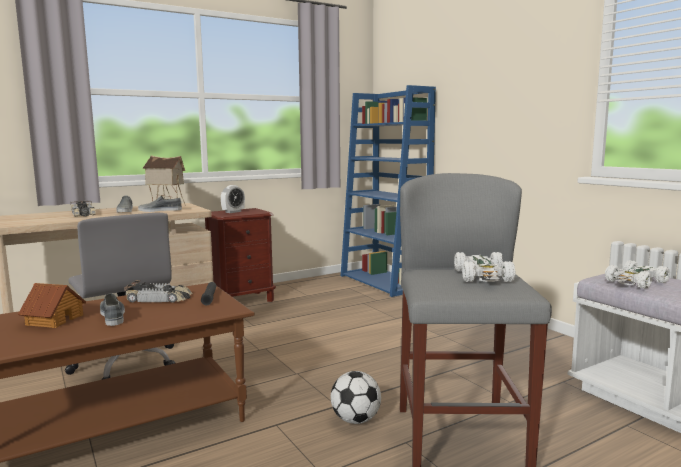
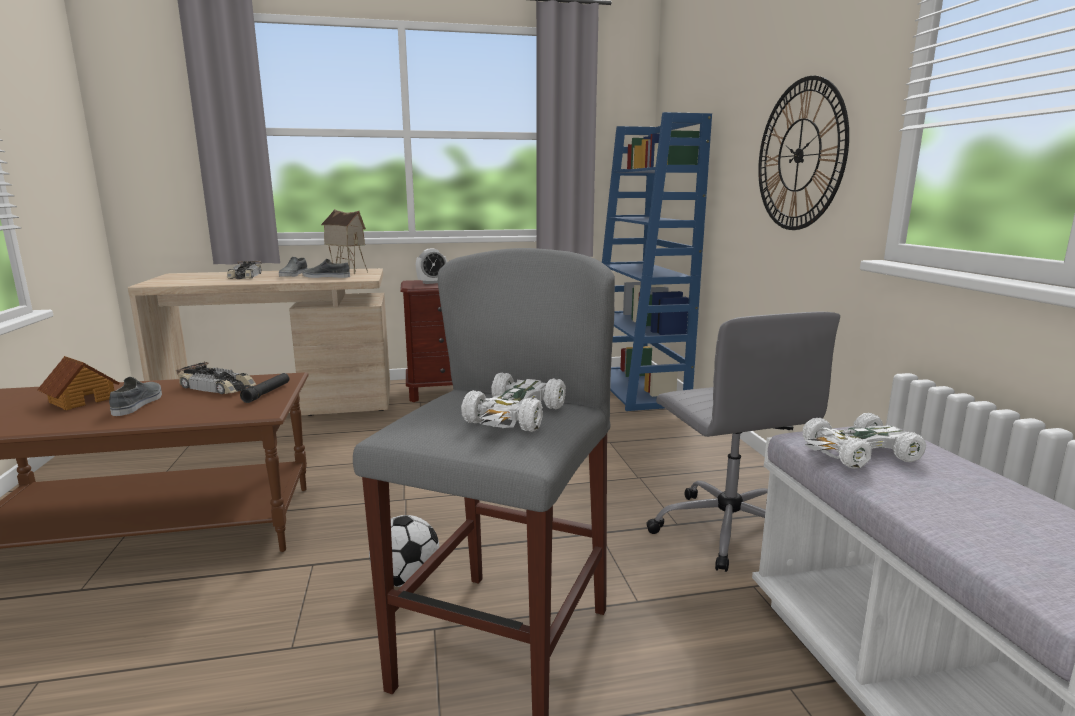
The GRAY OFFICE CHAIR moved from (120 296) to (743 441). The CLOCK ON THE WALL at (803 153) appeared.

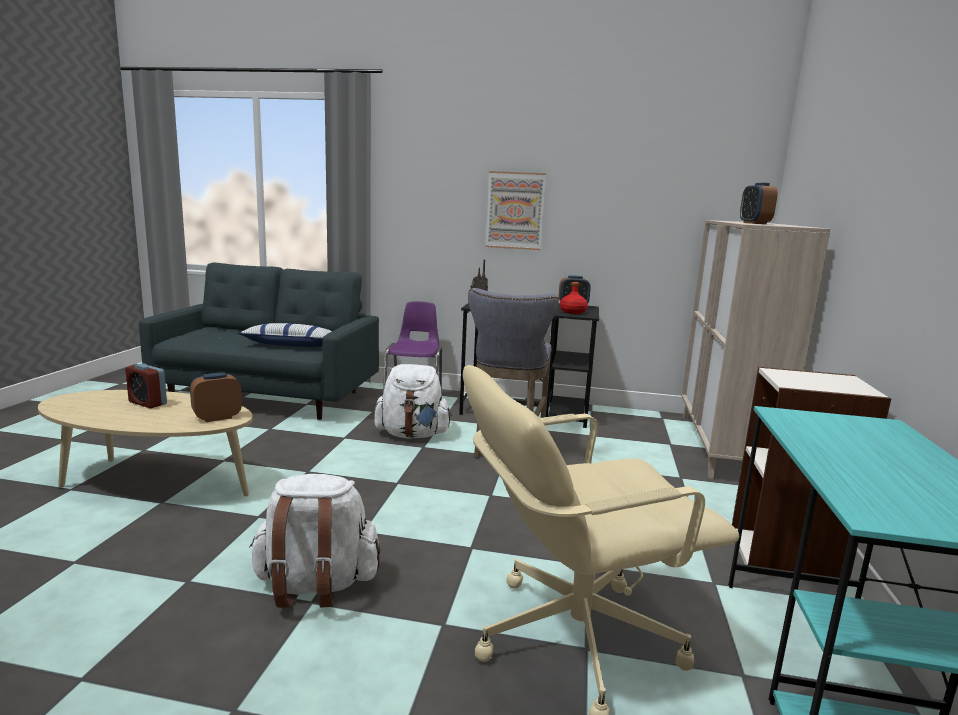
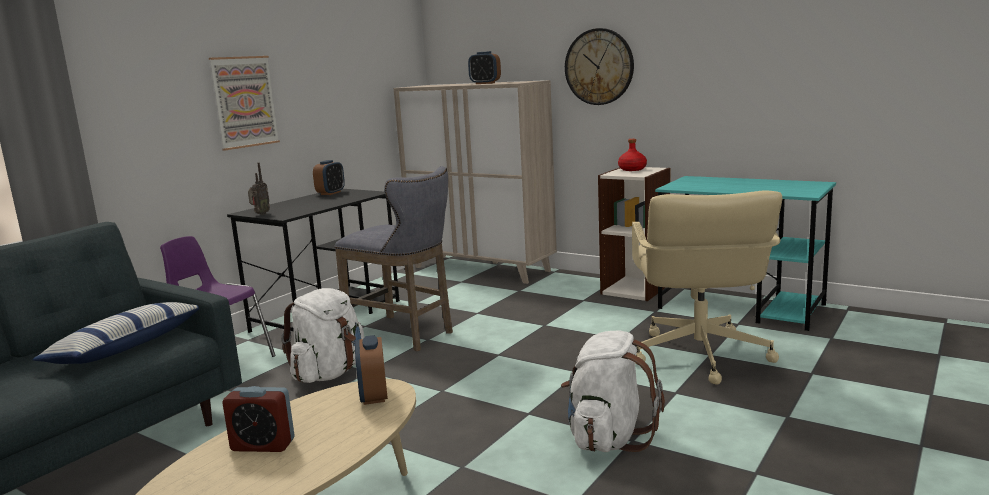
The ALARM CLOCK at (146 385) turned 45 degrees clockwise. The REDDISH BEVERAGE BOTTLE moved from (574 298) to (632 155). The CLOCK ON THE WALL at (599 66) appeared.

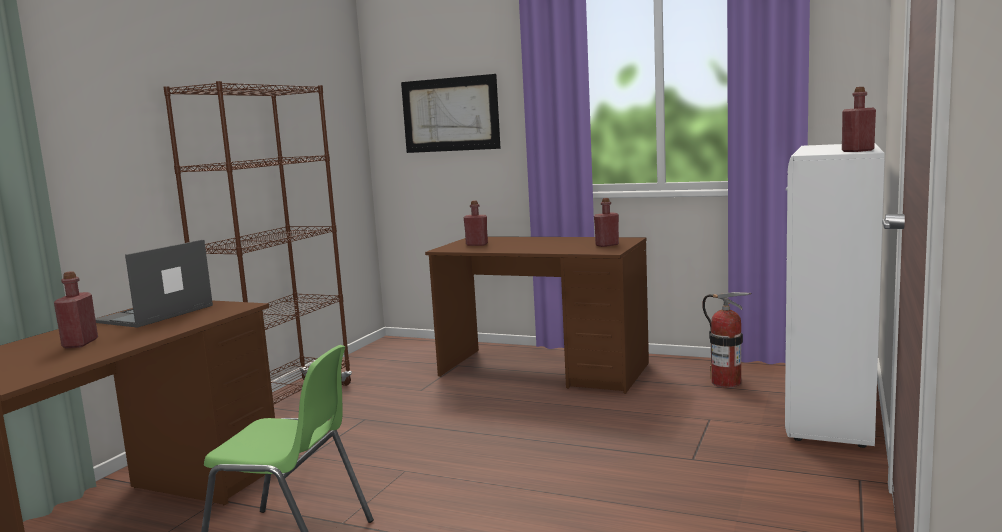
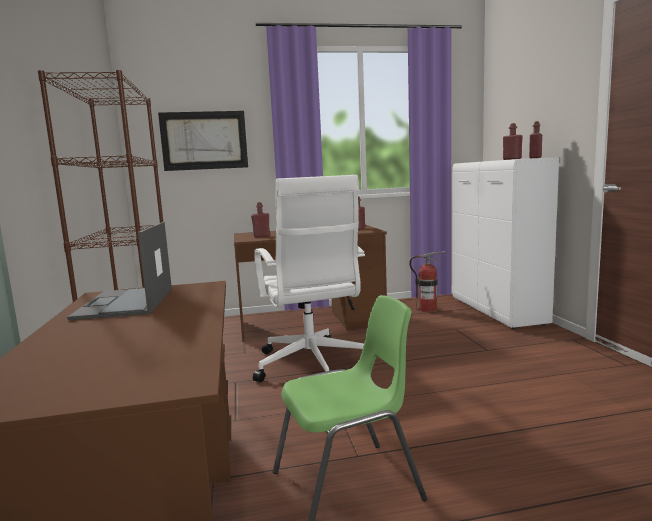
The REDDISH BEVERAGE BOTTLE moved from (76 309) to (513 141). The WHITISH OFFICE CHAIR at (309 278) appeared.

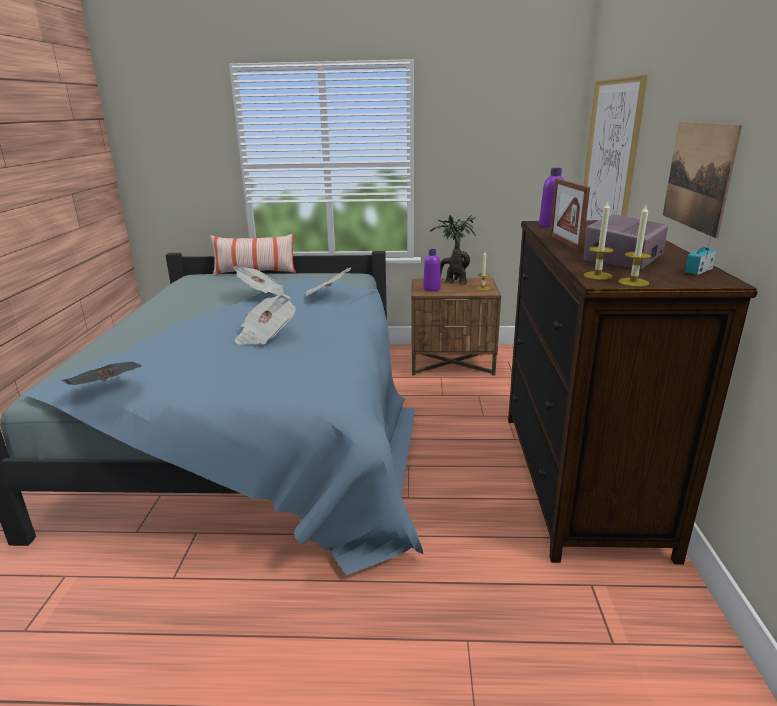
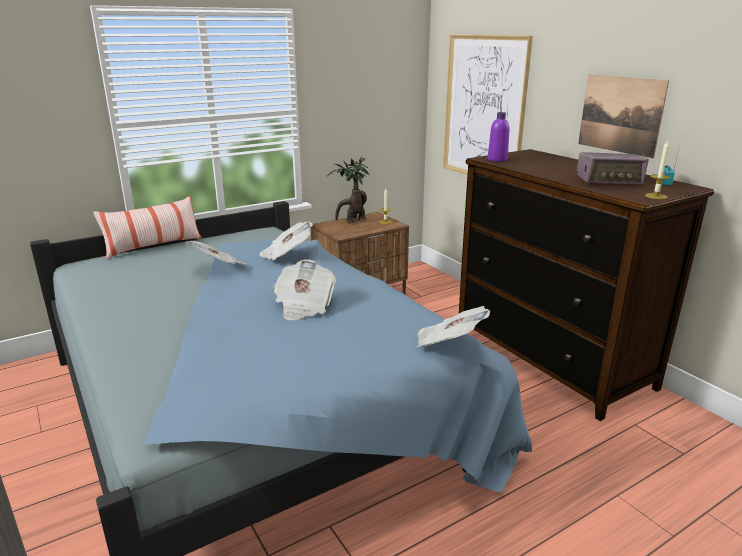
The DAILY PAPER moved from (101 373) to (453 326). The PURPLISH BEVERAGE BOTTLE at (432 270) disappeared. The PICTURE FRAME at (570 214) disappeared. The WAX LIGHT at (598 240) disappeared. The RADIO RECEIVER at (626 242) turned 90 degrees counterclockwise.

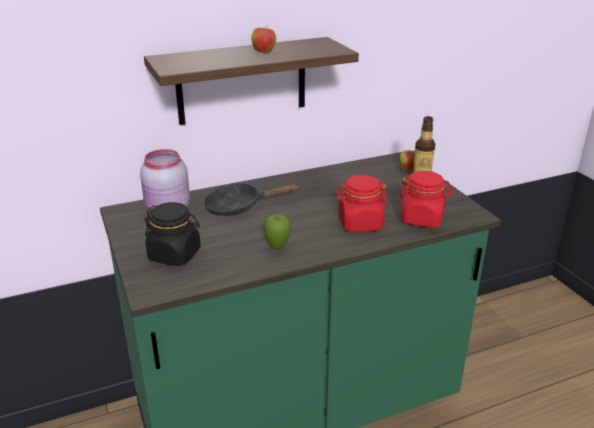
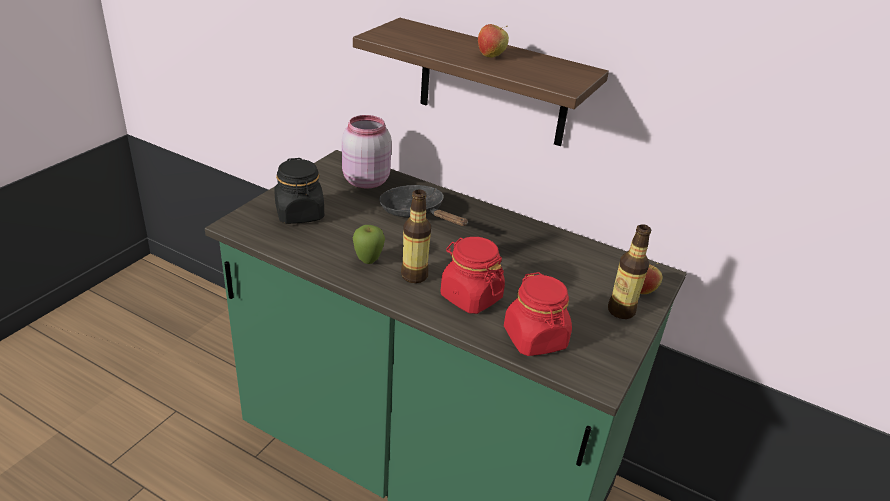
The BEVERAGE BOTTLE at (416 236) appeared.

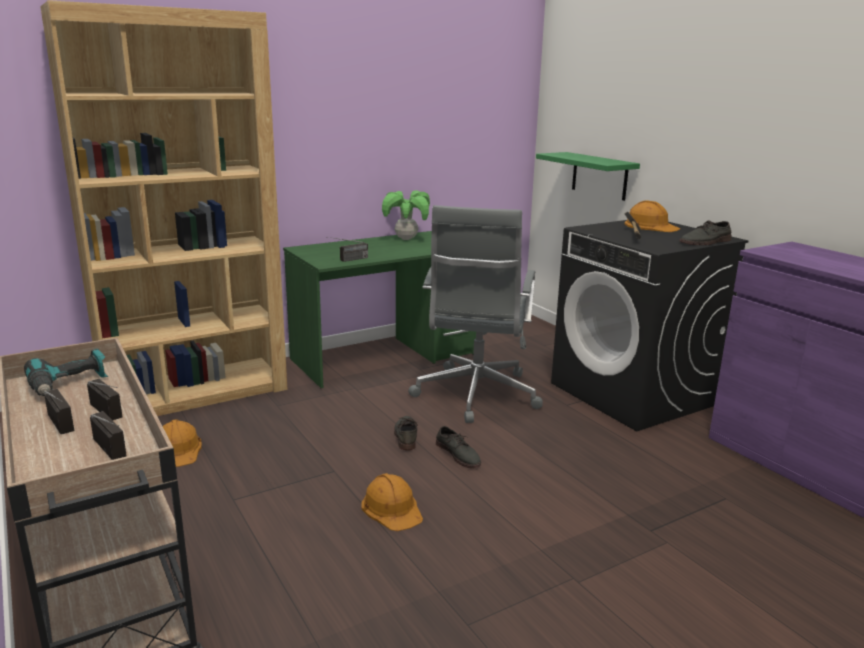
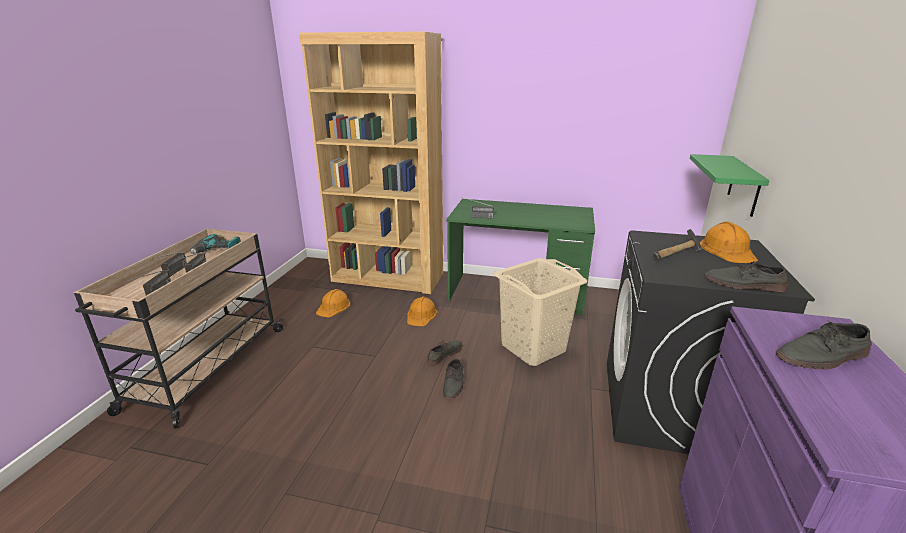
The ORANGE-COLOURED SAFETY HELMET moved from (392 502) to (422 311). The PLANT IN A POT at (406 215) disappeared. The GRAY OFFICE CHAIR at (475 314) was replaced by the SAND-COLOURED HAMPER at (540 312). The GRAY SHOE at (824 345) appeared.

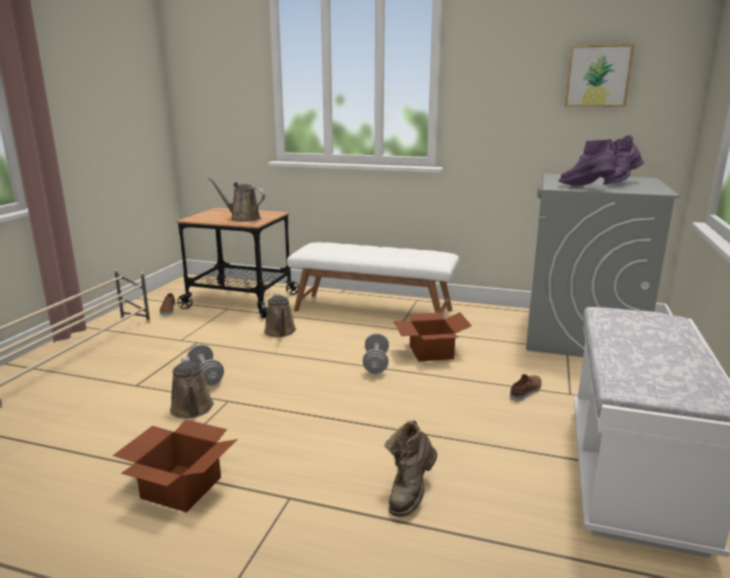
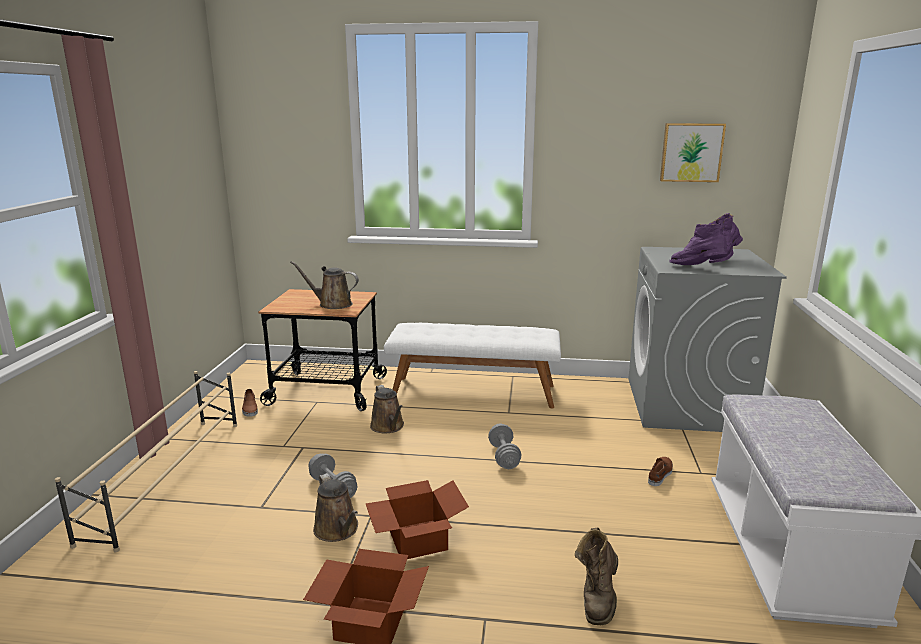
The CARDBOARD BOX moved from (432 337) to (417 519).

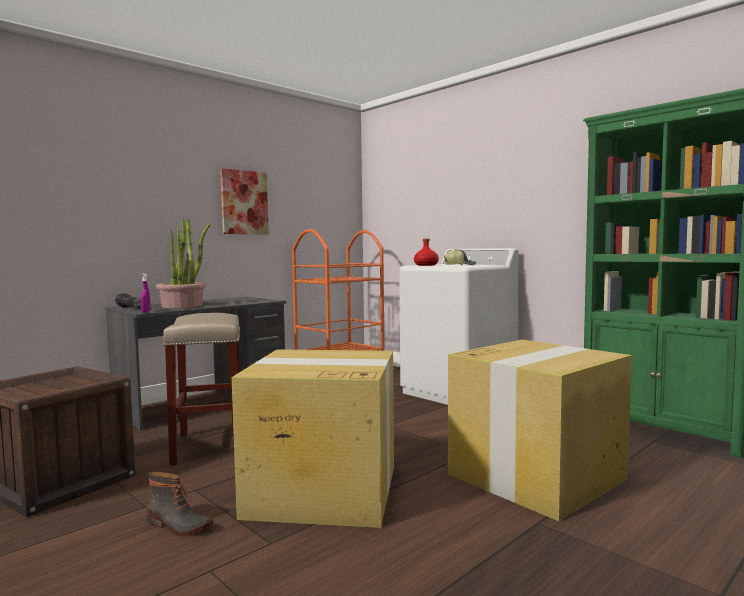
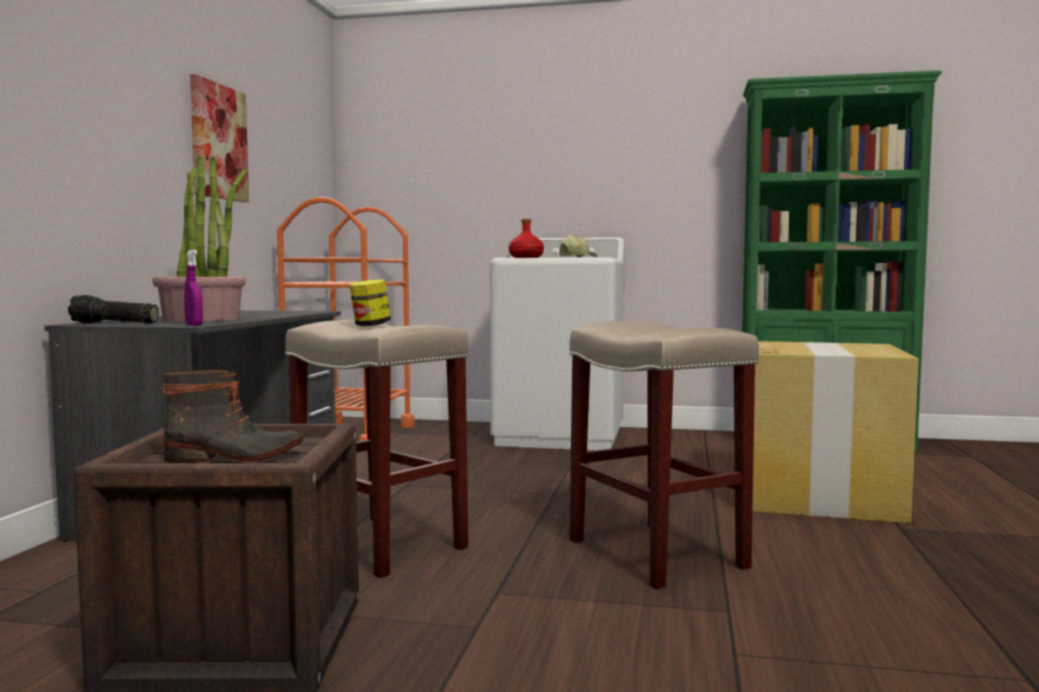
The TALL BOOT moved from (180 504) to (232 416). The CARDBOARD BOX at (313 438) was replaced by the SAND-COLOURED SITTING STOOL at (664 455). The STORAGE JAR at (370 302) appeared.

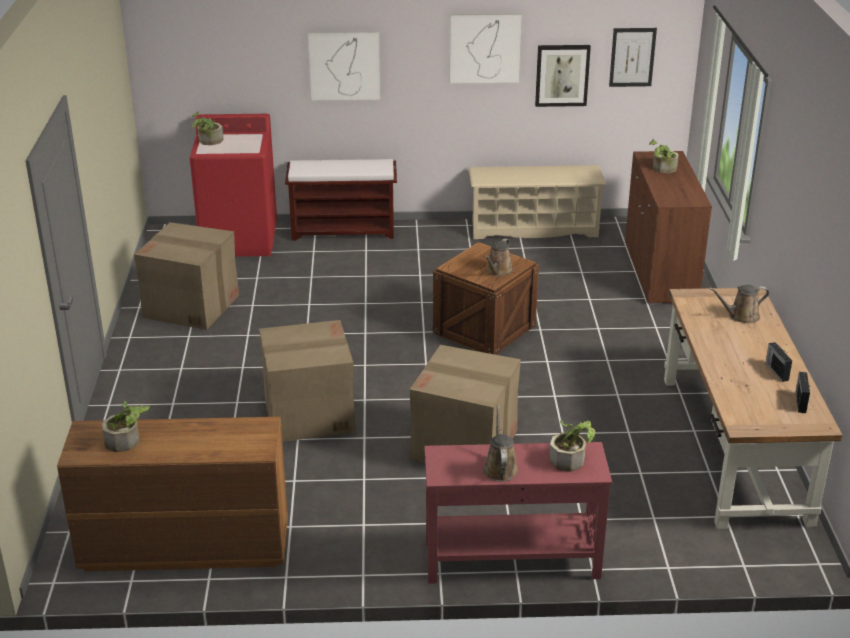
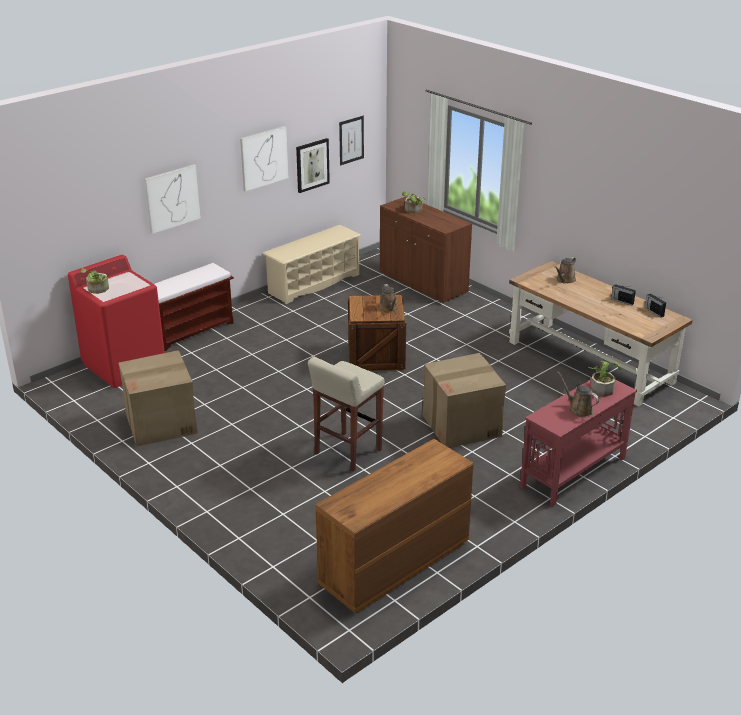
The PLANT IN A POT at (126 426) disappeared. The CARDBOARD BOX at (307 381) was replaced by the SAND-COLOURED SITTING STOOL at (346 414).

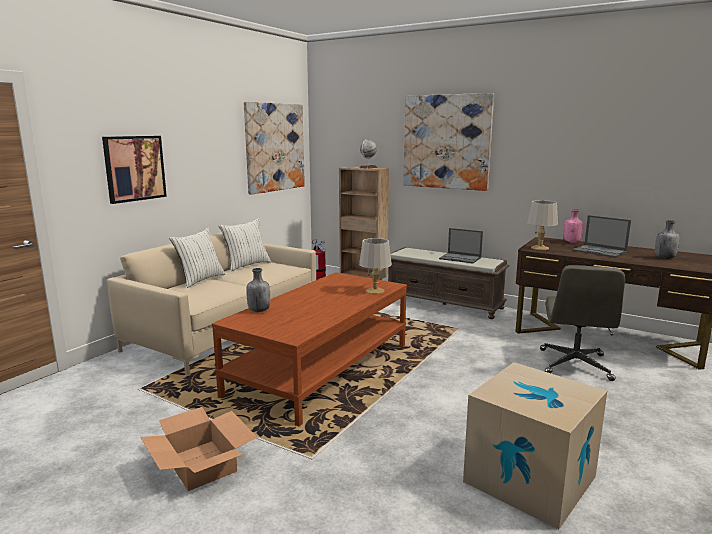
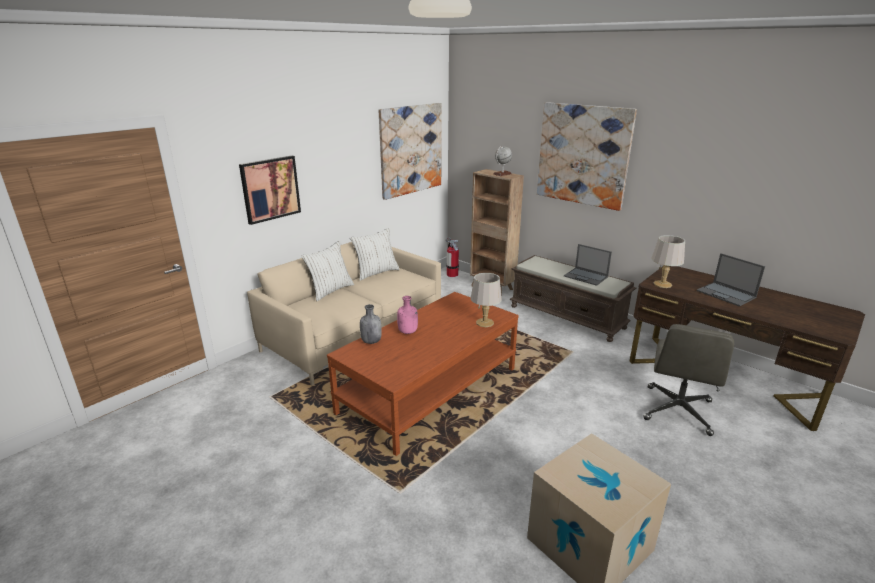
The CARDBOARD BOX at (199 449) disappeared. The PINK-COLOURED BEVERAGE BOTTLE moved from (573 226) to (407 315). The GRAY BEVERAGE BOTTLE at (667 239) disappeared.

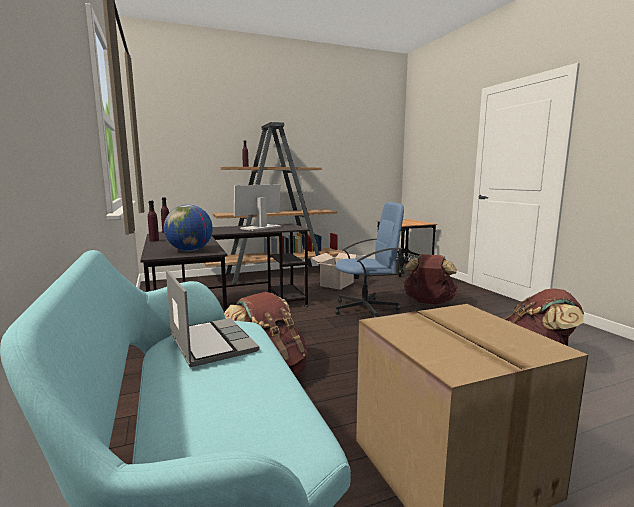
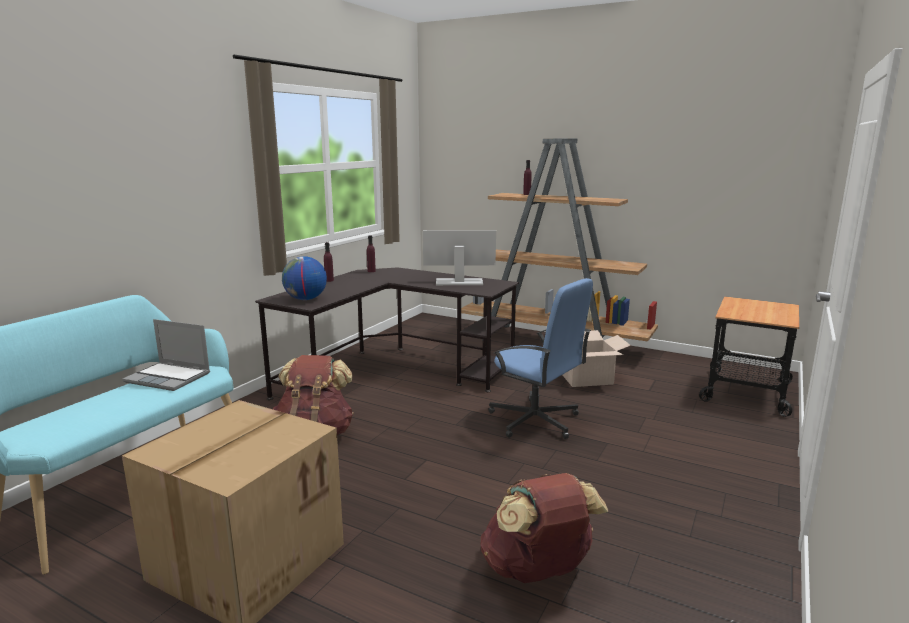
The LAPTOP at (213 318) turned 90 degrees clockwise. The BROWN-COLOURED BACKPACK at (430 279) disappeared.

